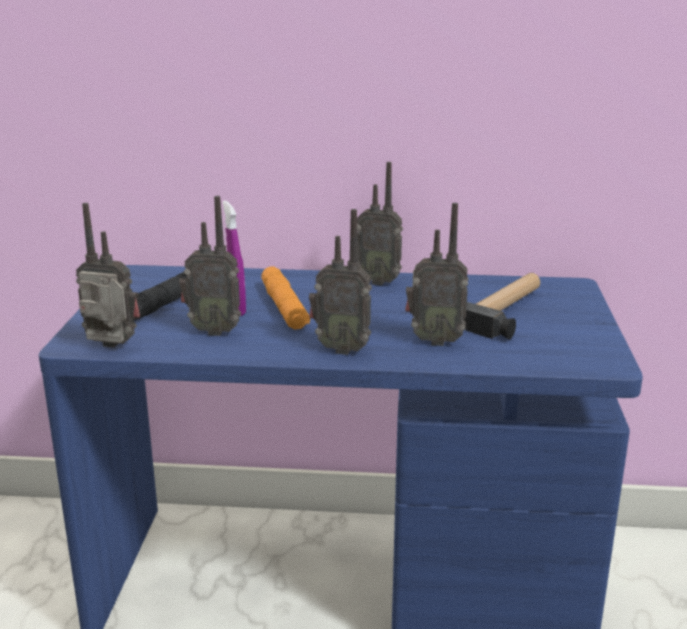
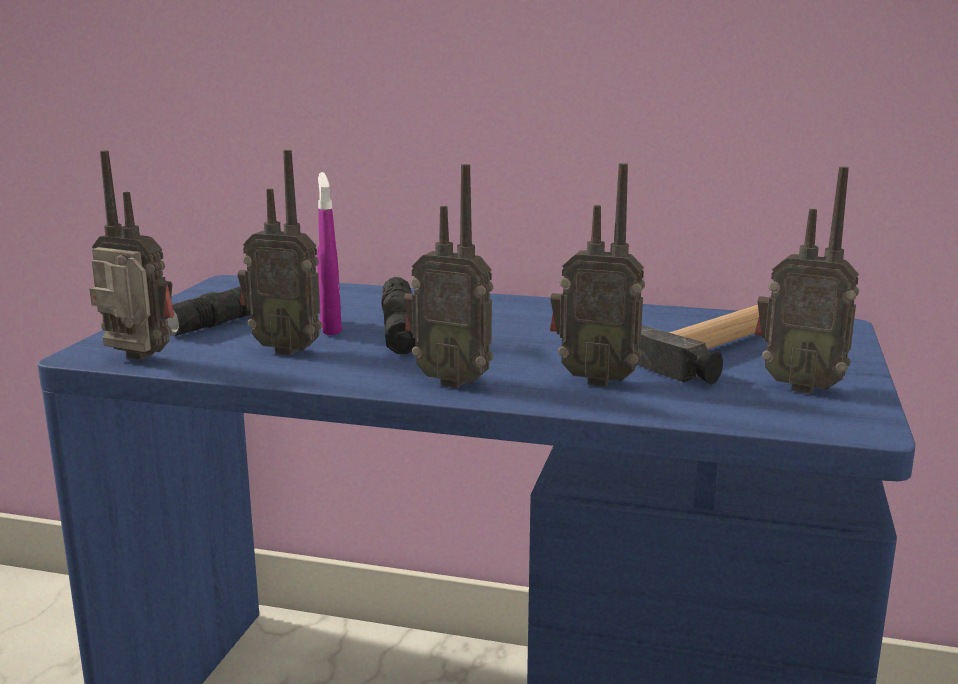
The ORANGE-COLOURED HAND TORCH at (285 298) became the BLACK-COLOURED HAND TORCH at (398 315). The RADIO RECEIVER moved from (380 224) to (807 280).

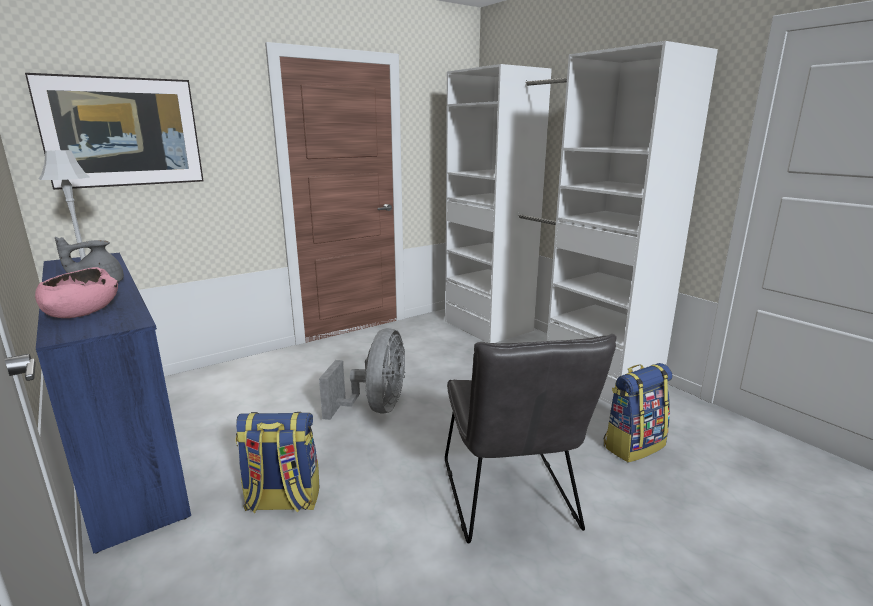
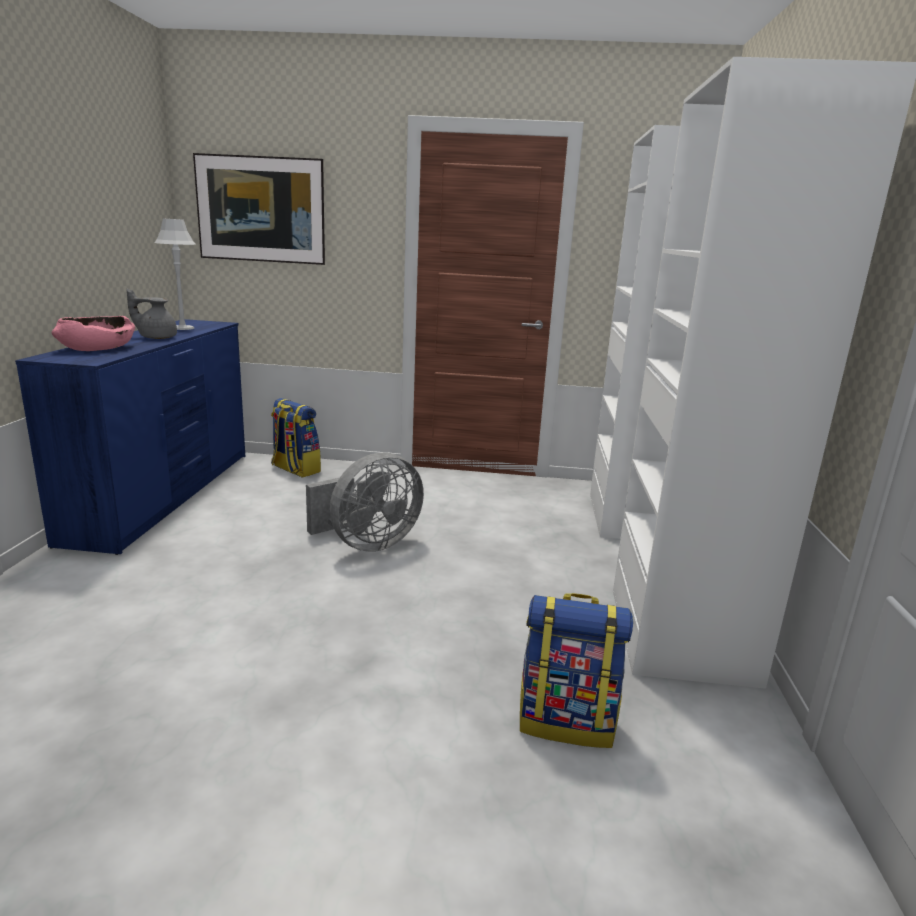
The BACKPACK moved from (277 462) to (296 437). The GRAY PLAIN CHAIR at (531 438) disappeared.

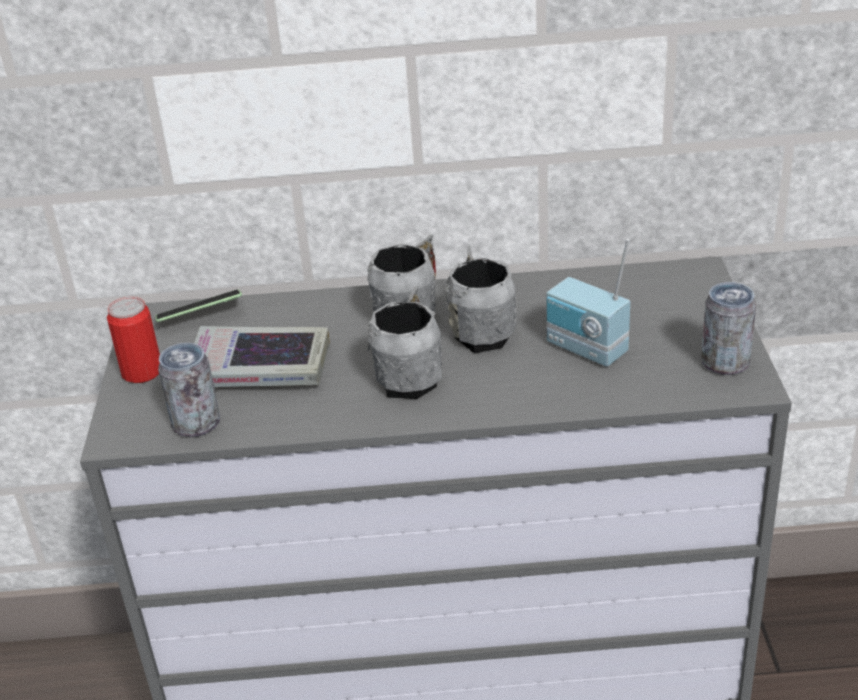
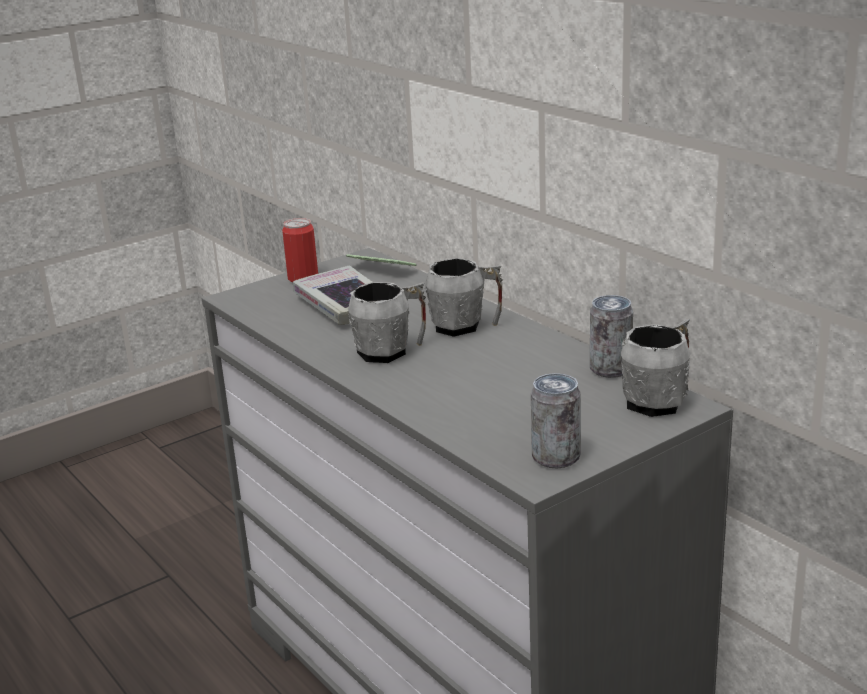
The METAL CAN moved from (189 390) to (611 336). The GRAY COFFEE MUG moved from (480 299) to (655 368). The RADIO RECEIVER at (588 303) disappeared.

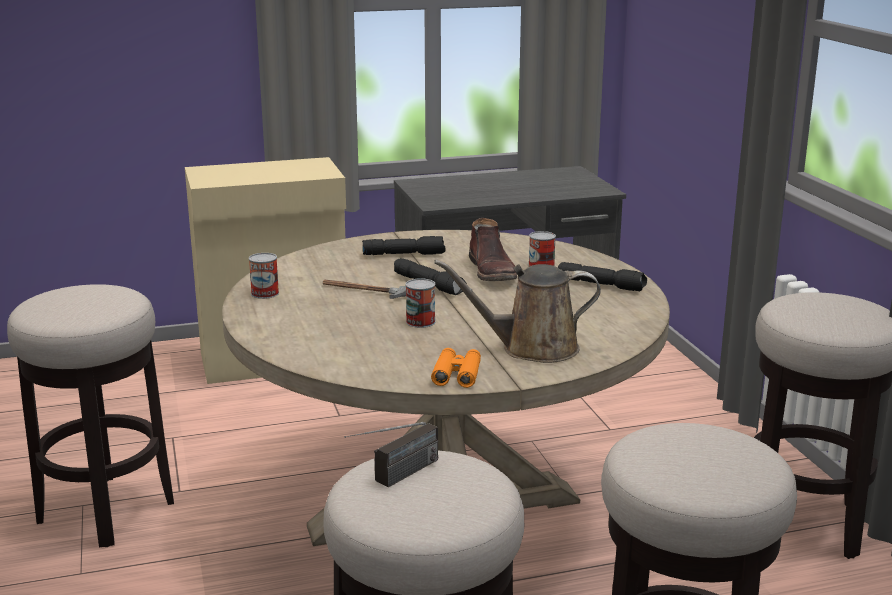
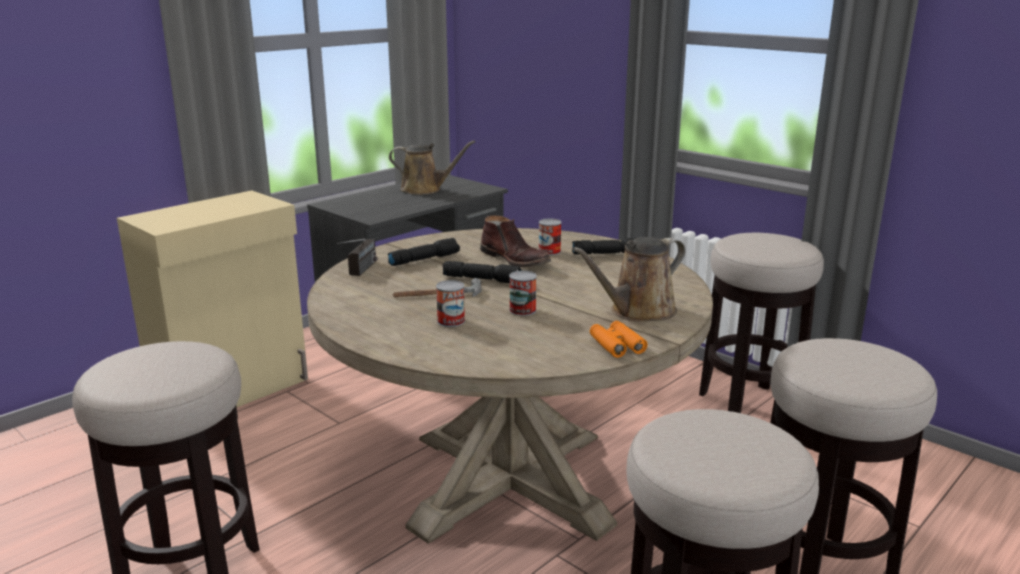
The METAL CAN moved from (264 276) to (450 303). The RADIO RECEIVER moved from (391 454) to (357 257). The BROWN-COLOURED WATERING POT at (432 167) appeared.

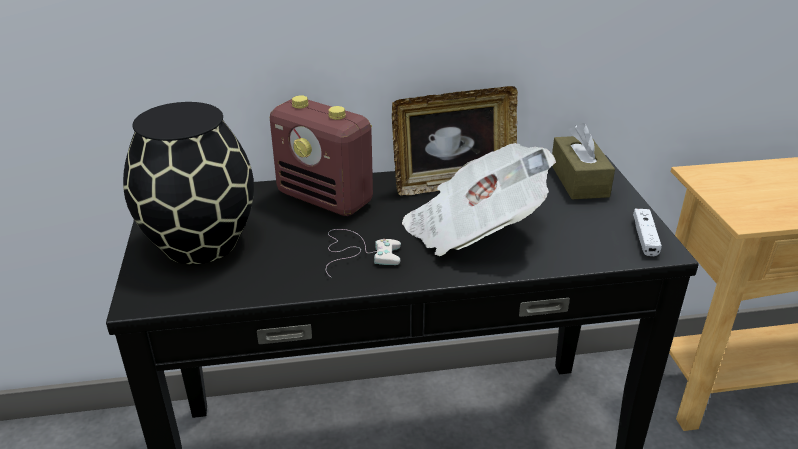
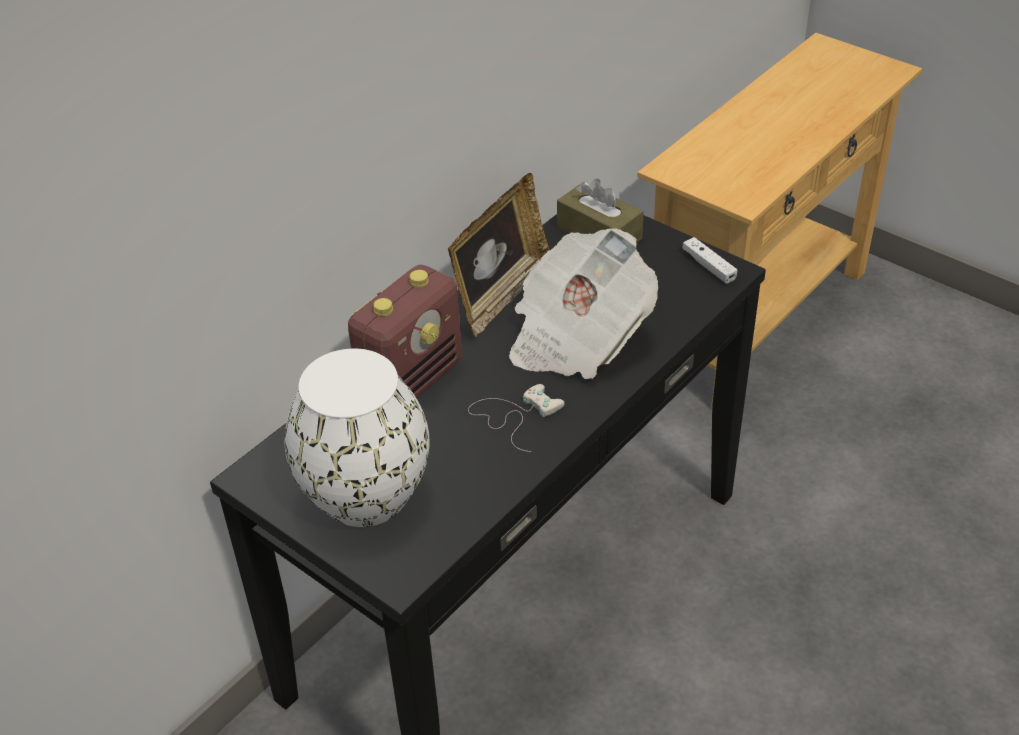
The BLACK-COLOURED VASE at (188 183) became the WHITISH VASE at (357 438). The RADIO RECEIVER at (321 155) turned 45 degrees counterclockwise.

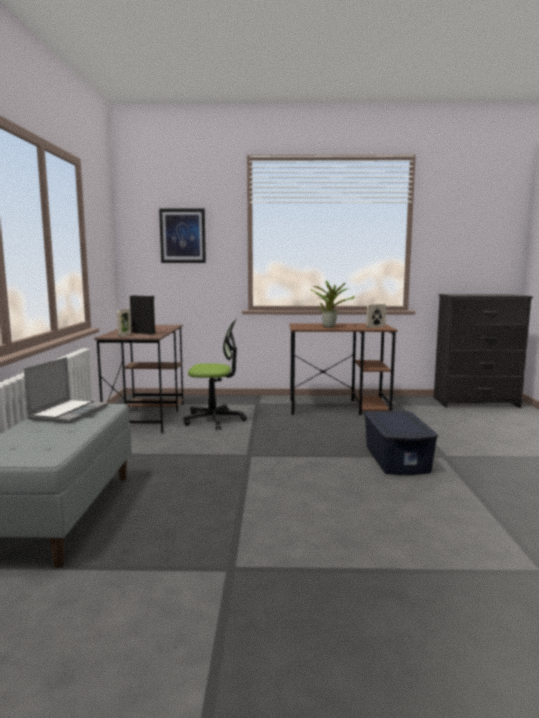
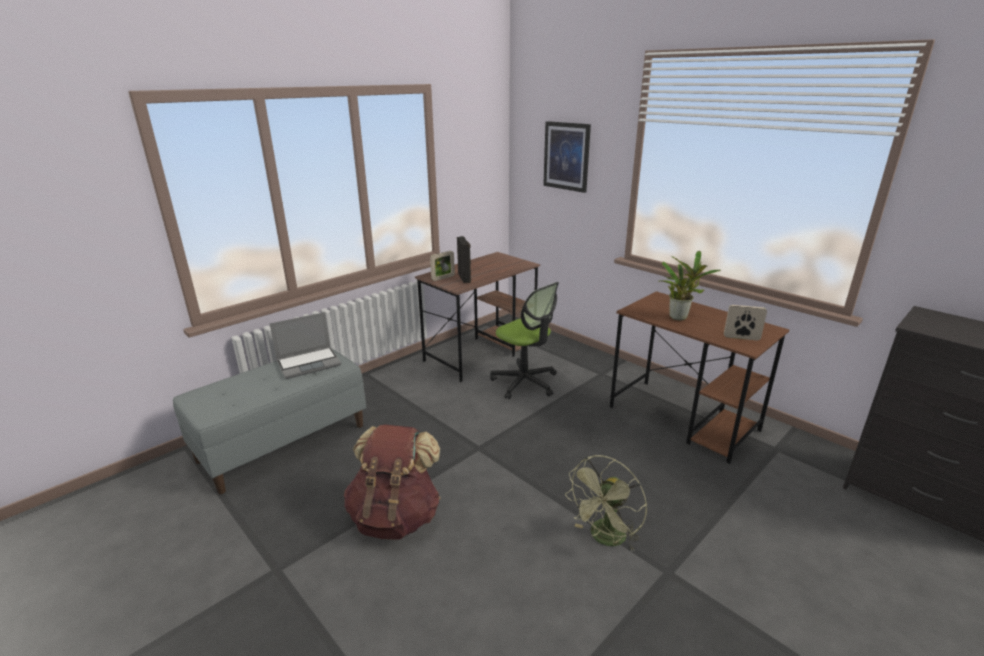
The BLUISH STORAGE BOX at (401 443) was replaced by the GREENISH ELECTRIC FAN at (606 503). The BROWN-COLOURED BACKPACK at (392 482) appeared.

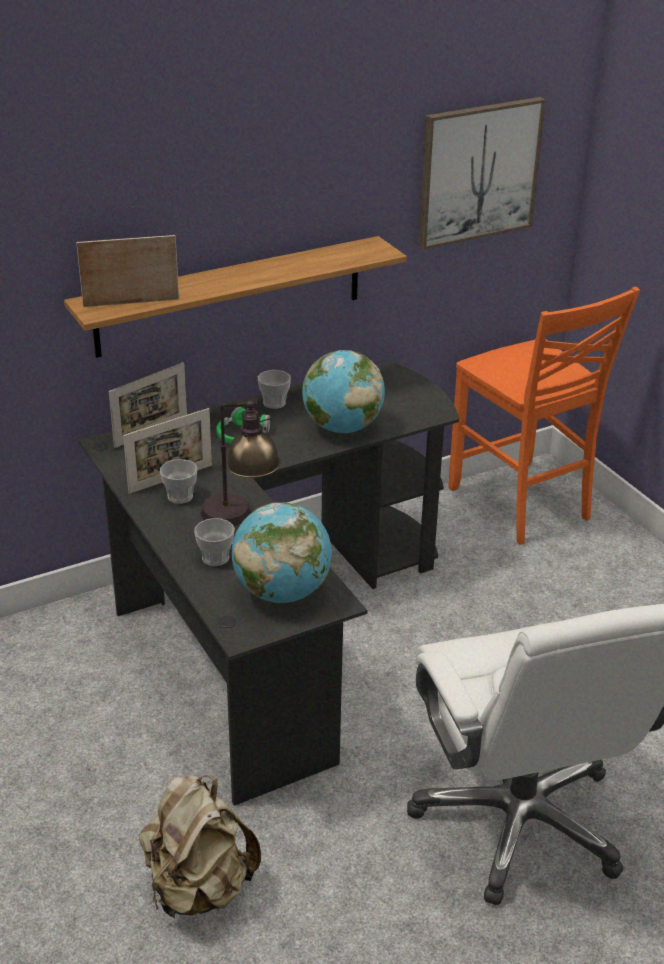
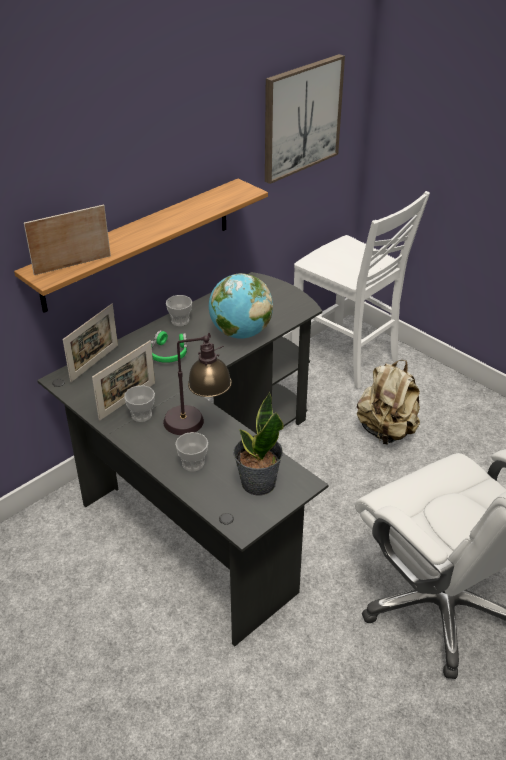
The SAND-COLOURED BACKPACK moved from (200 846) to (388 402). The WORLD GLOBE at (282 552) was replaced by the PLANT IN A POT at (258 443). The ORANGE-COLOURED PLAIN CHAIR at (544 416) became the WHITISH PLAIN CHAIR at (361 290).

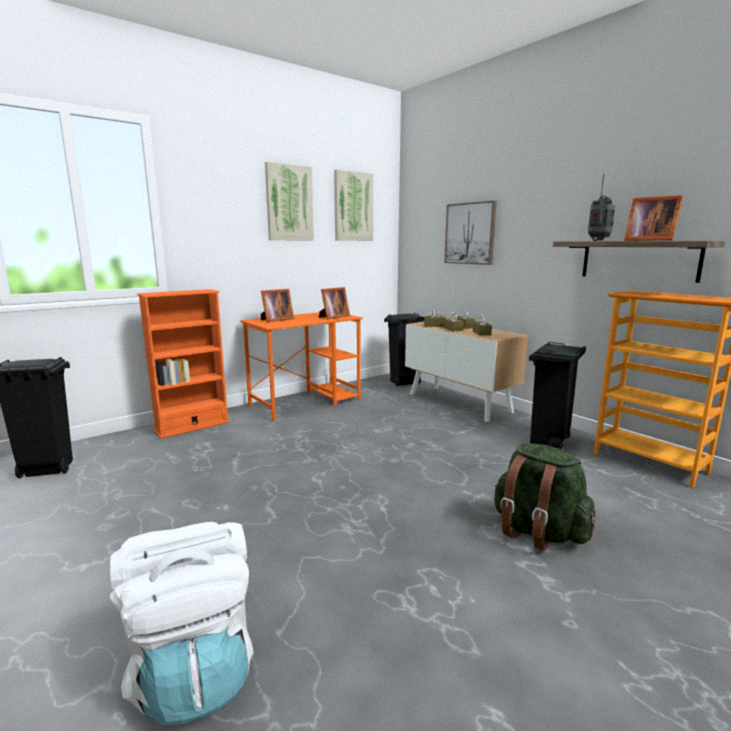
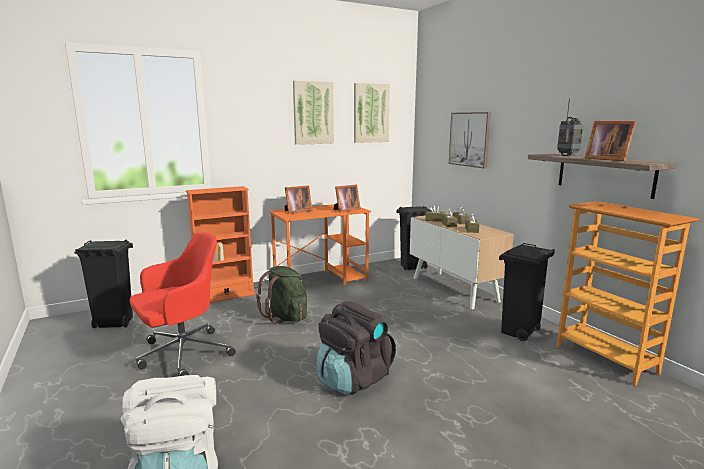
The GREENISH BACKPACK moved from (544 497) to (281 295). The REDDISH OFFICE CHAIR at (183 304) appeared. The BLACK-COLOURED BACKPACK at (356 348) appeared.

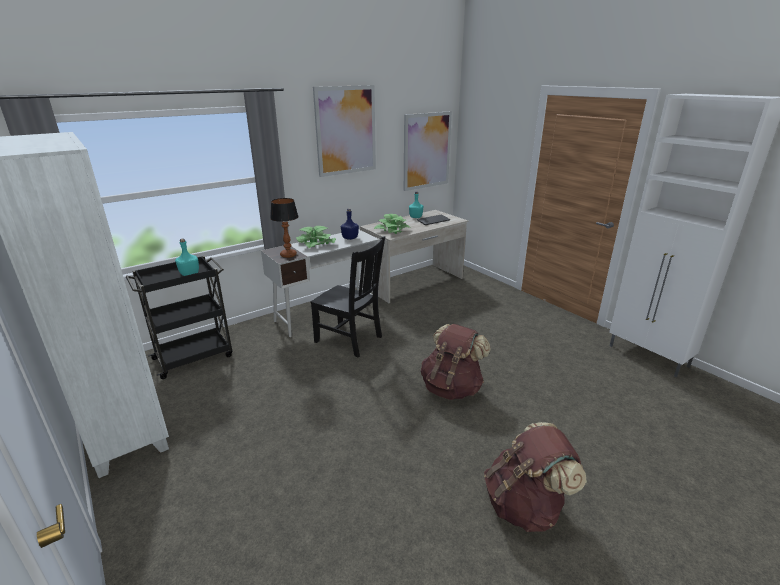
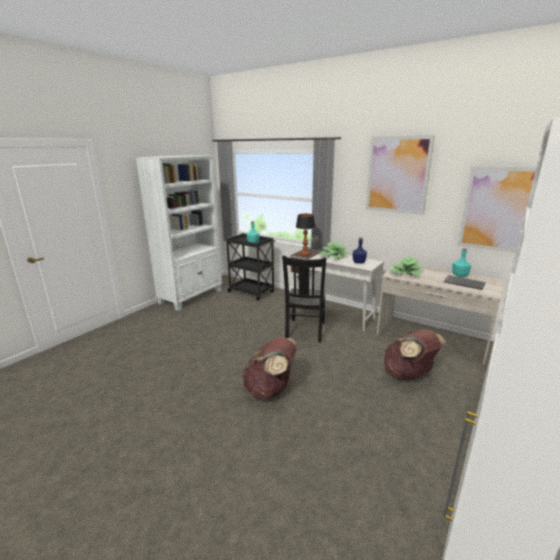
The BROWN-COLOURED BACKPACK moved from (535 477) to (415 354).

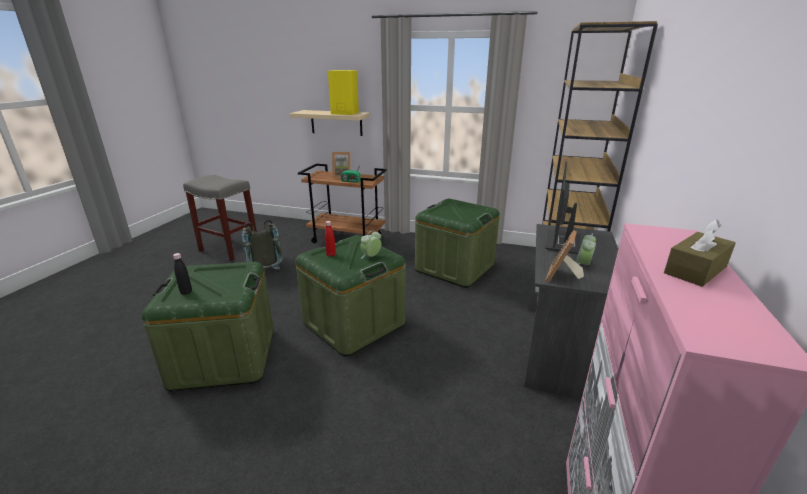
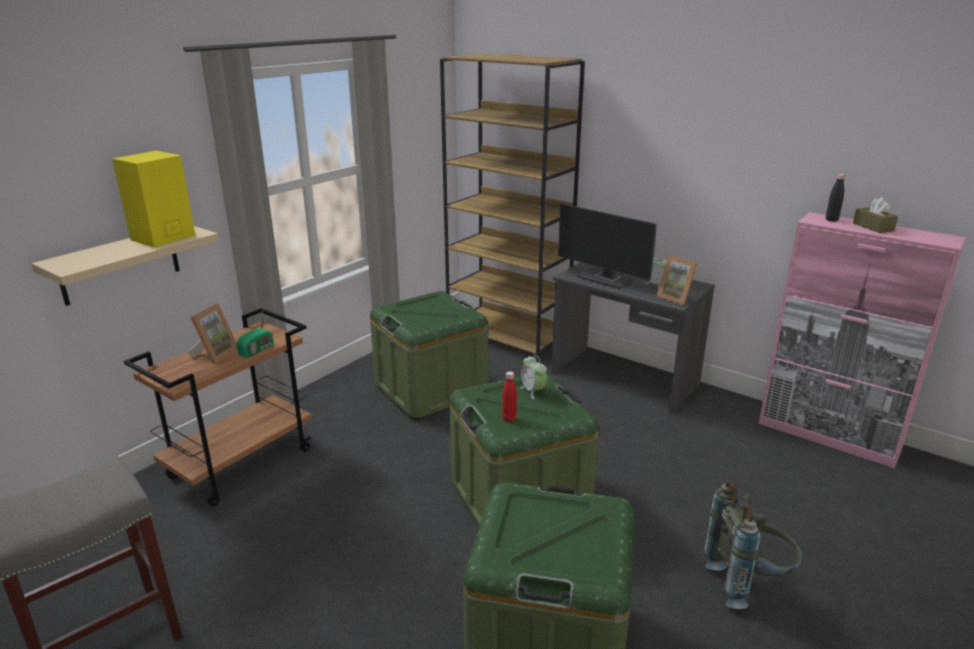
The BLACK-COLOURED BEVERAGE BOTTLE moved from (182 274) to (836 198). The GRAY BACKPACK moved from (262 244) to (753 545).

